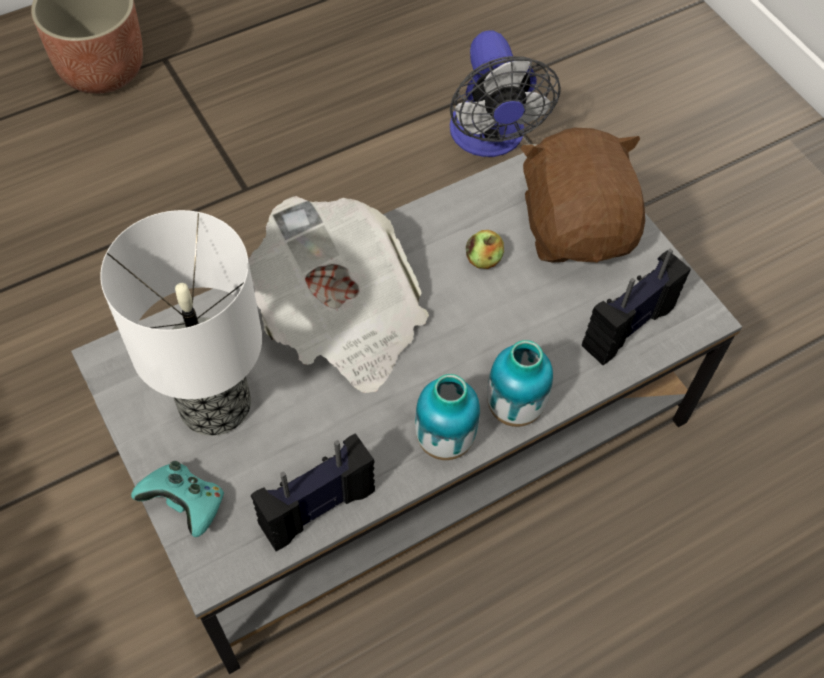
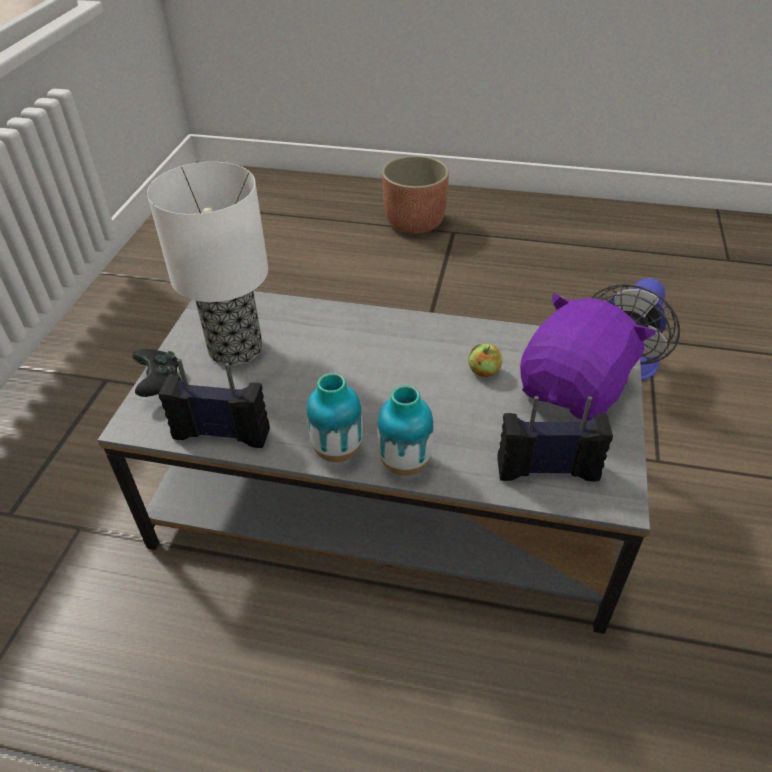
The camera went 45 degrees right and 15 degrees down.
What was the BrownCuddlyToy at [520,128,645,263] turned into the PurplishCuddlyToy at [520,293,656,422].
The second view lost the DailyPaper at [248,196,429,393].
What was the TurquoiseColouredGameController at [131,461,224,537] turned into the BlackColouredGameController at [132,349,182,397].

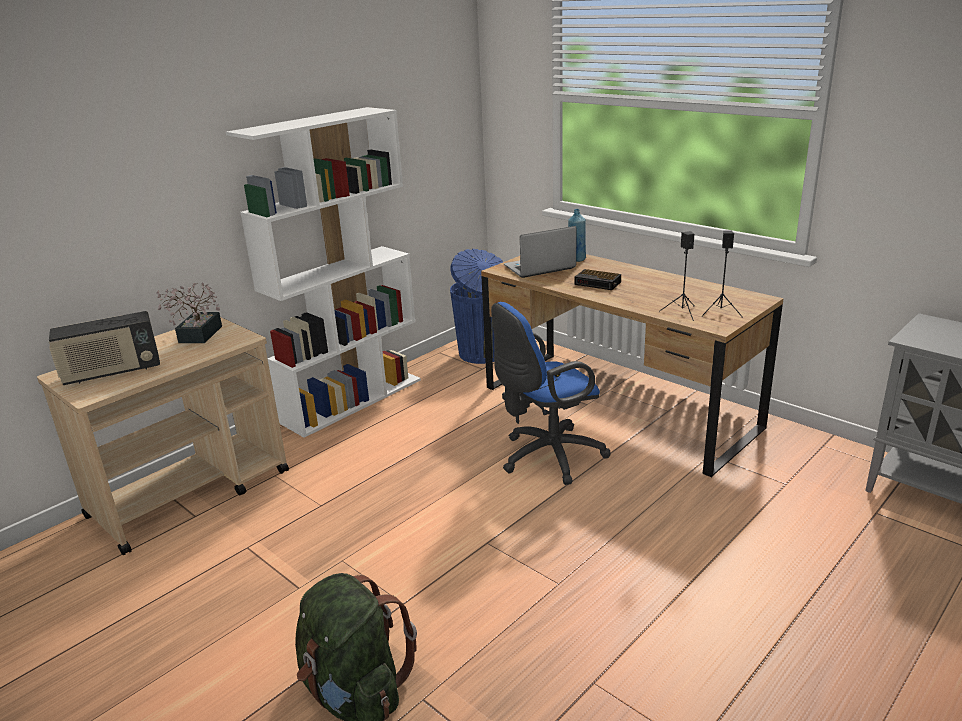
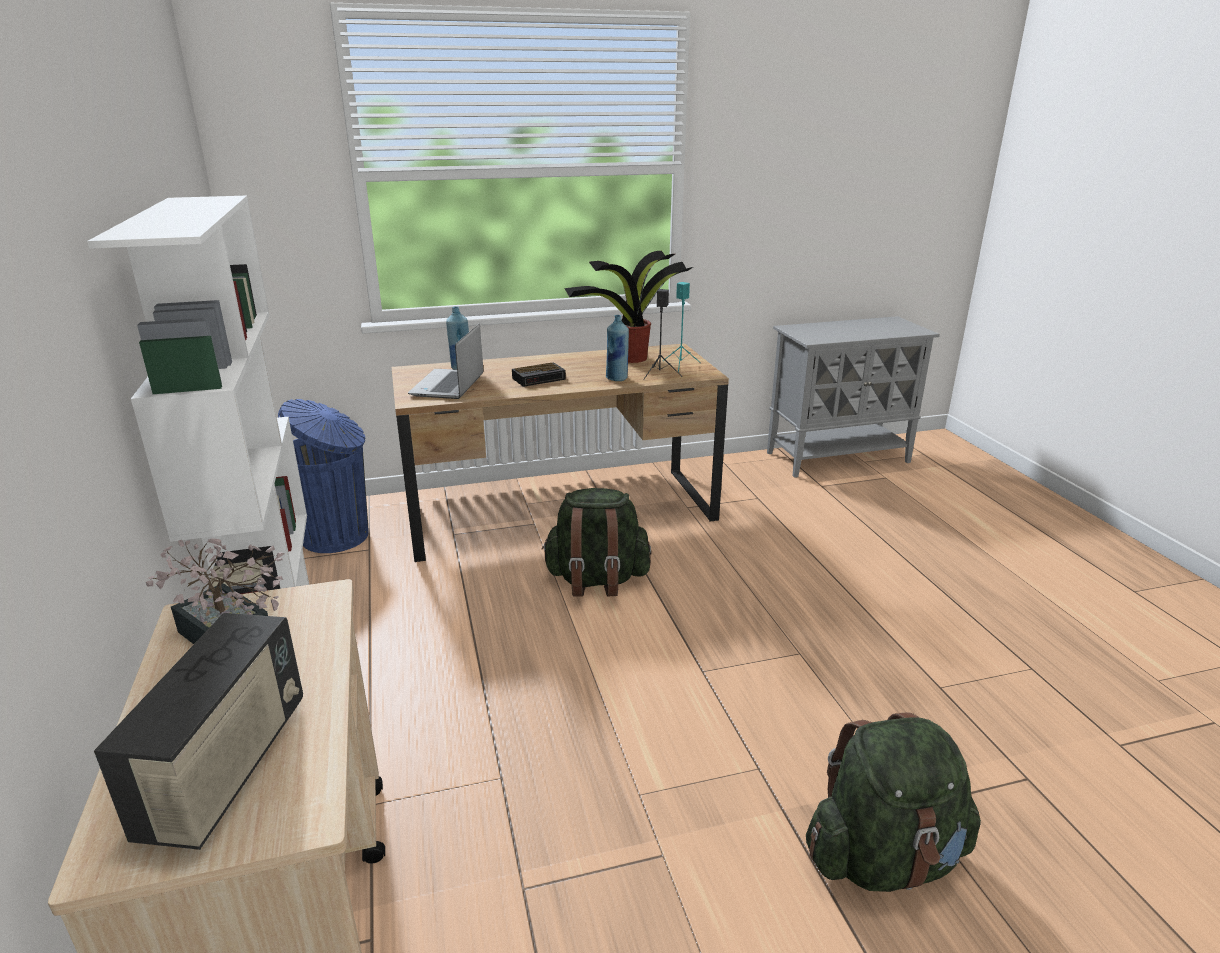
The camera went 60 degrees left and 0 degrees up.
What was the BlackColouredAudioSpeaker at [701,231,743,318] turned into the TurquoiseColouredAudioSpeaker at [663,282,701,372].
Where the BlueColouredOfficeChair stood at [491,302,611,485], the GreenishBackpack came to stand at [541,488,652,597].
The second view gained the PlantInAPot at [564,251,693,363].
The second view gained the BlueColouredBottle at [606,315,629,381].

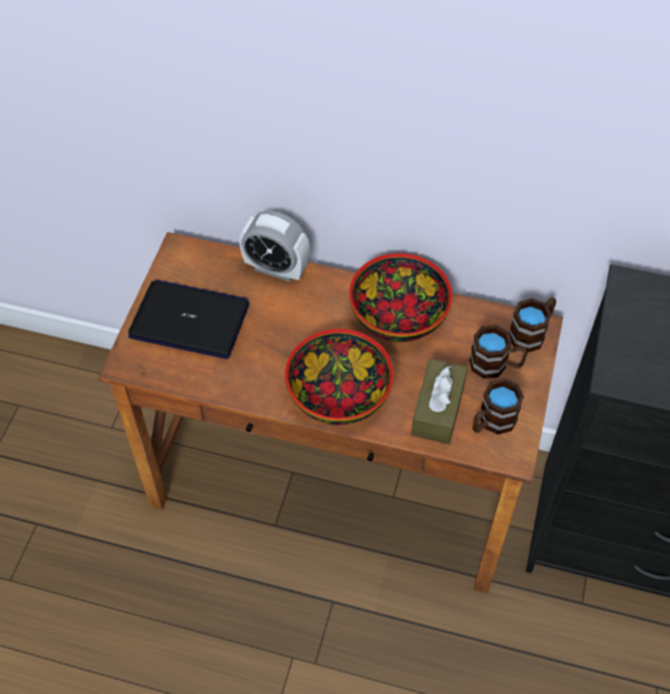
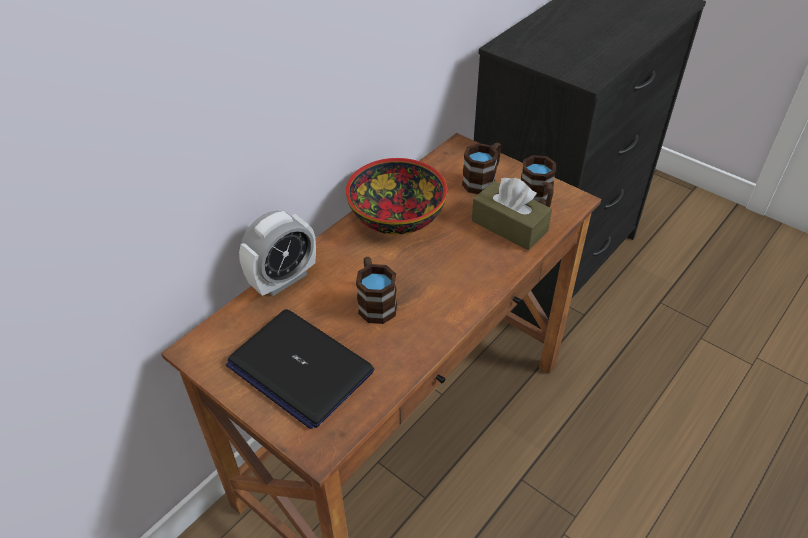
The camera went 65 degrees left and 10 degrees down.
The Laptop at [128,279,250,359] ended up facing another way, 90 degrees counterclockwise from before.
The BrownMug ended up elsewhere, having gone from [509,297,556,353] to [356,257,397,324].
The second view lost the ServingBowl at [285,329,394,425].

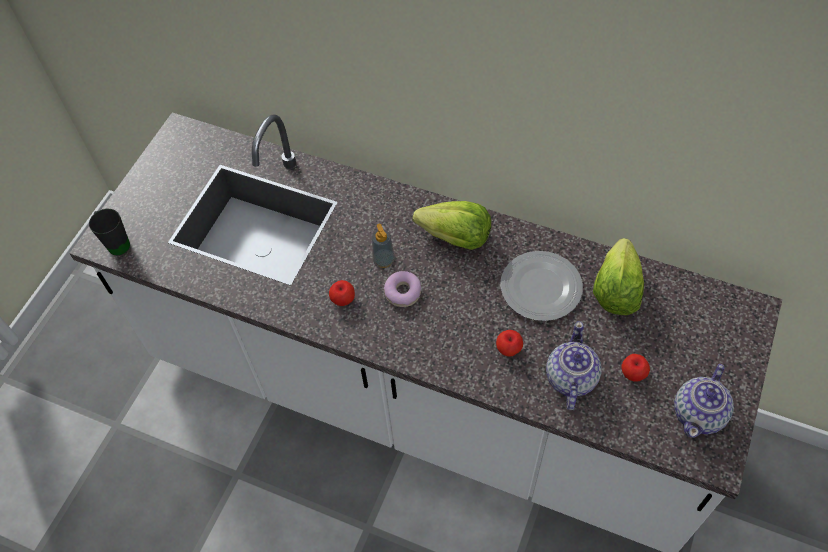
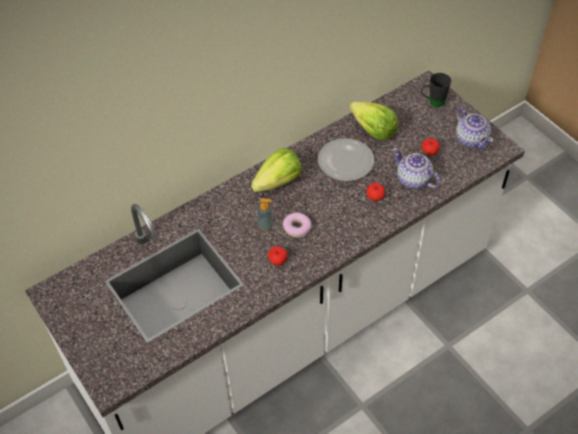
The camera went 60 degrees left and 5 degrees down.
The BlackColouredMug ended up elsewhere, having gone from [89,209,130,255] to [421,73,451,107].

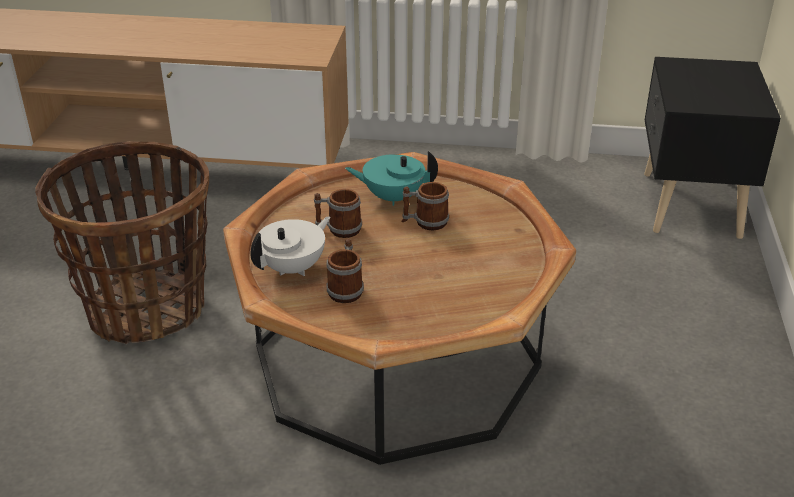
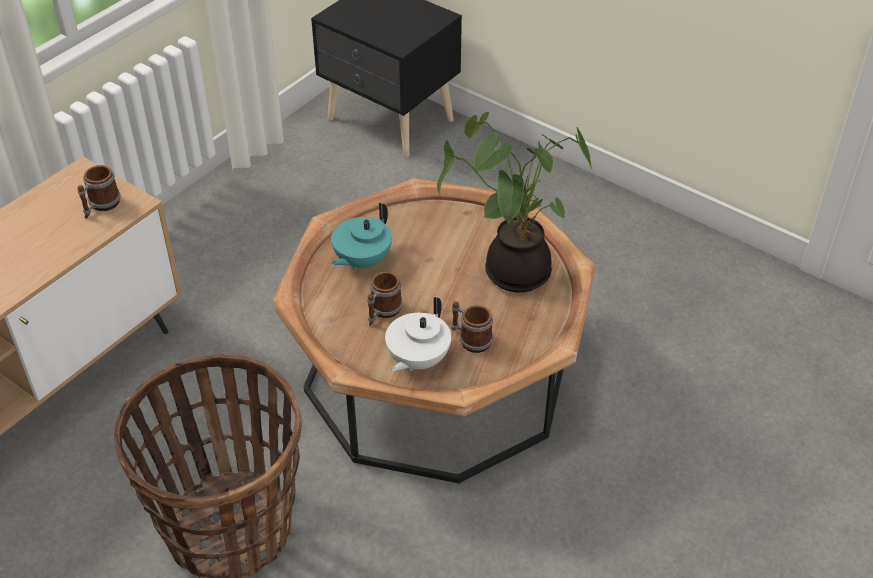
The camera went 60 degrees left and 10 degrees up.
The Mug ended up elsewhere, having gone from [402,182,449,231] to [77,165,121,219].
The WhiteTeapot at [250,216,331,276] ended up facing another way, 135 degrees counterclockwise from before.
The second view gained the PlantInAPot at [437,112,592,292].

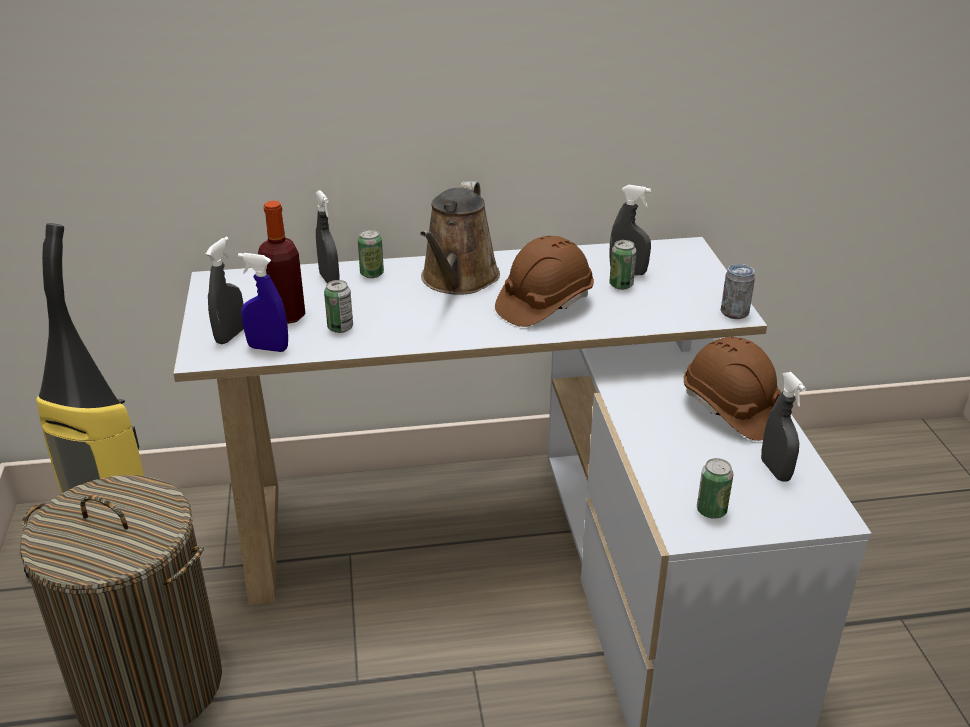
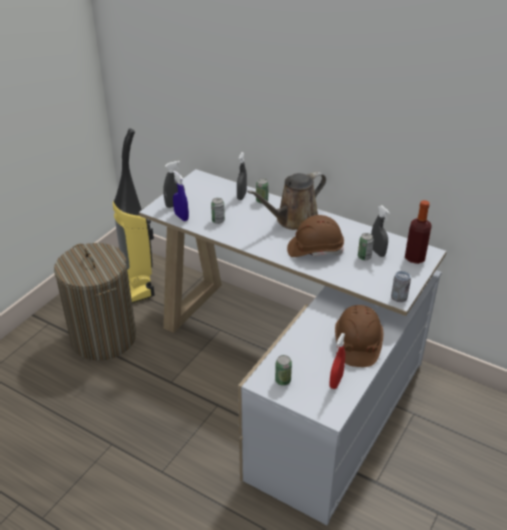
The camera went 40 degrees right and 5 degrees up.
The Bottle ended up elsewhere, having gone from [258,201,305,324] to [405,200,432,264].
What was the GreyishSprayer at [761,372,806,482] turned into the RedSprayer at [329,333,345,389].

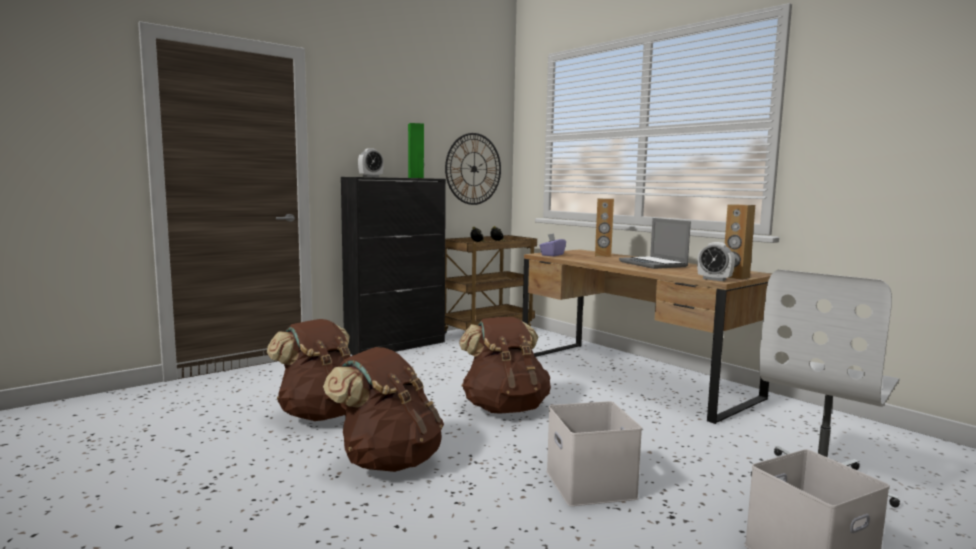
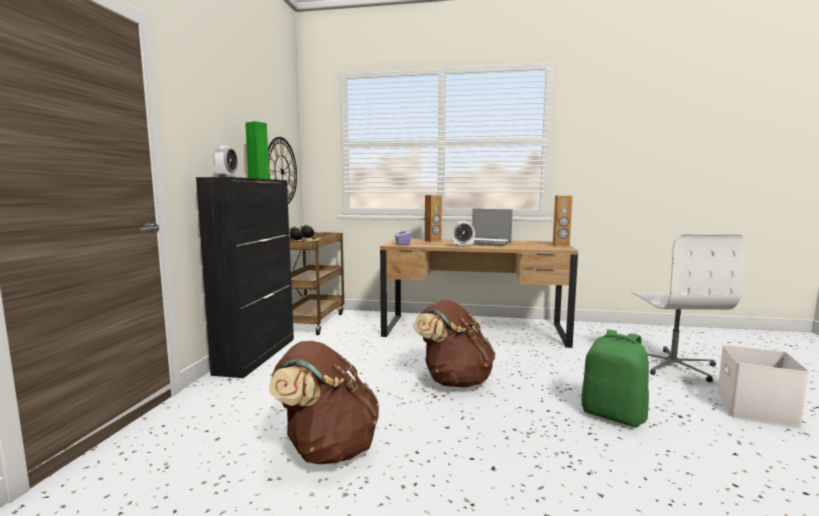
The camera went 40 degrees left and 0 degrees up.
The TableClock ended up elsewhere, having gone from [697,242,735,281] to [451,221,475,247].
The second view lost the BrownBackpack at [323,347,444,472].
Where the WhiteStorageBox stood at [546,401,642,506], the GreenishBackpack came to stand at [581,330,649,427].

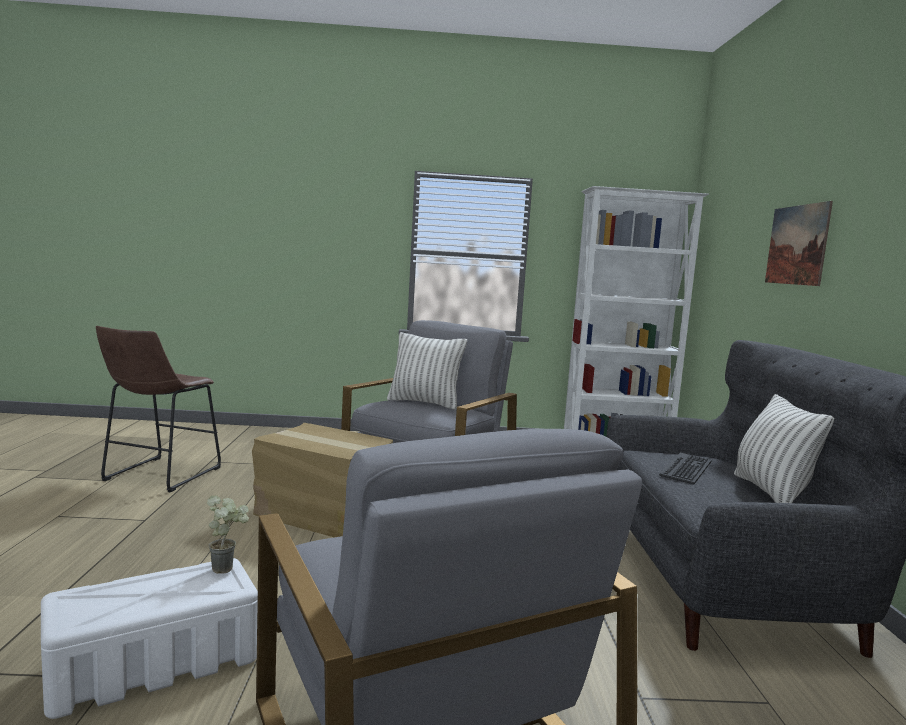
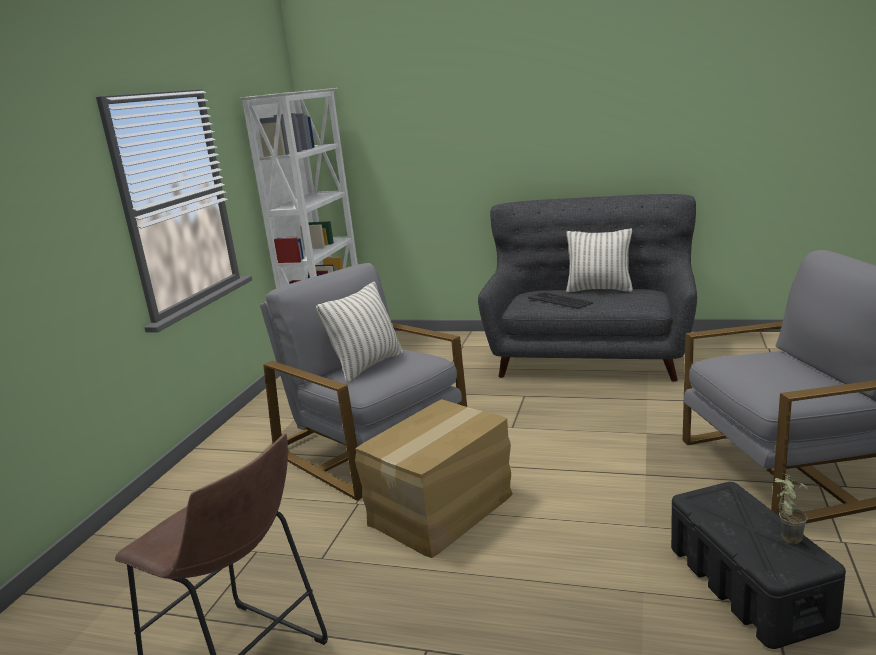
The camera went 70 degrees left and 10 degrees up.
The second view lost the Picture at [765,201,833,286].
The PlantInAPot ended up elsewhere, having gone from [207,495,249,574] to [775,472,808,544].
What was the WhiteStorageBox at [41,558,258,719] turned into the BlackColouredStorageBox at [671,482,846,649].

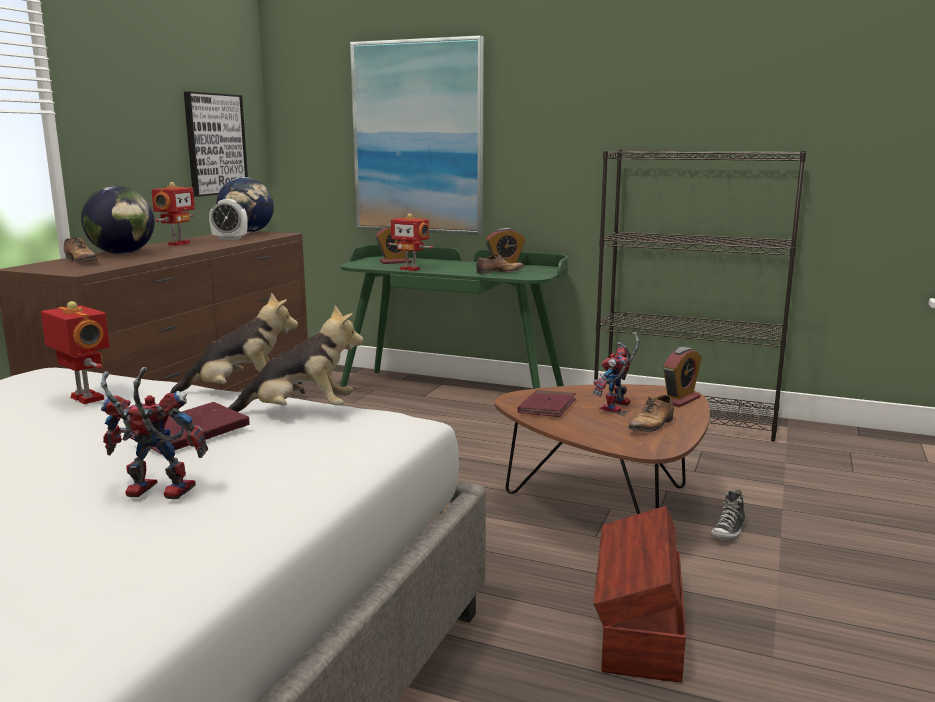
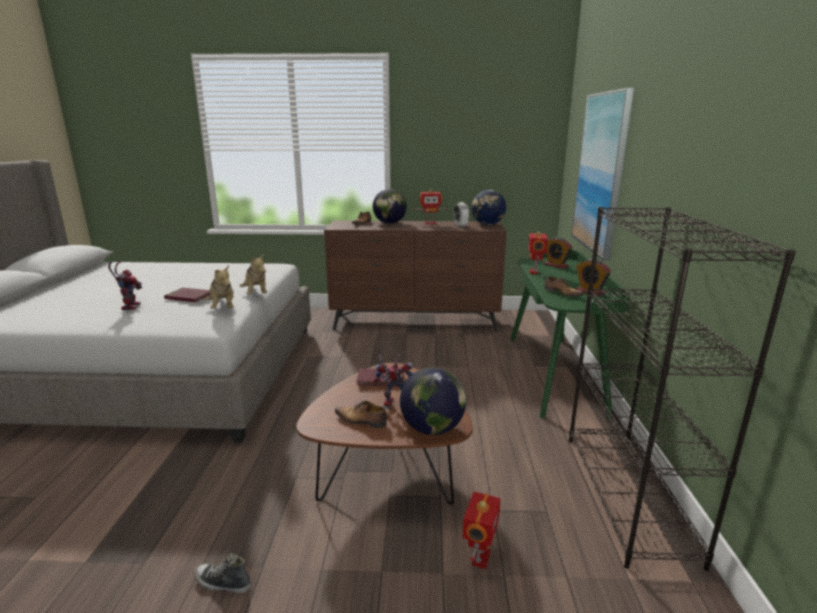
The camera went 70 degrees right and 5 degrees up.
The second view lost the Picture at [184,91,248,197].
The ToyRobot ended up elsewhere, having gone from [41,301,110,404] to [463,492,501,569].
Where the TableClock stood at [663,347,702,407], the WorldGlobe came to stand at [400,367,466,435].
The LowShoe ended up elsewhere, having gone from [711,489,745,541] to [194,553,251,593].
The second view lost the BrownStorageBox at [594,506,686,683].

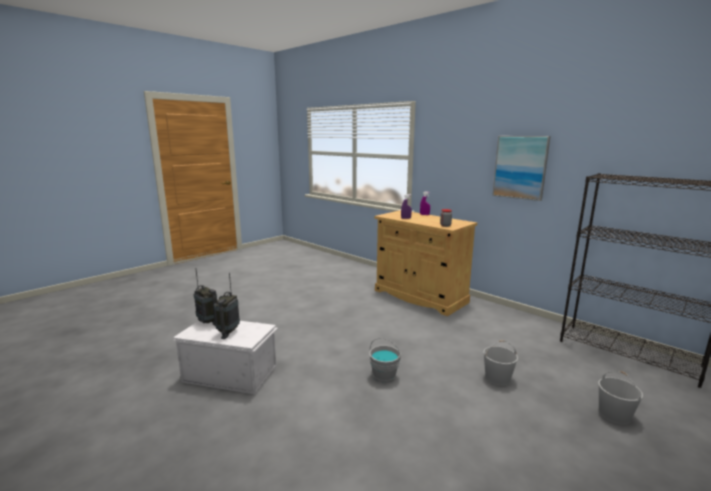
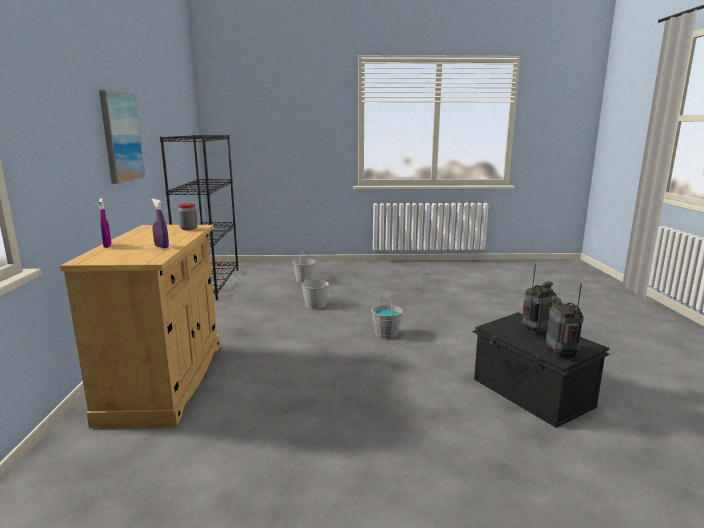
The camera went 135 degrees left and 0 degrees up.
What was the WhiteStorageBox at [173,321,278,394] turned into the BlackColouredStorageBox at [472,312,610,428].

